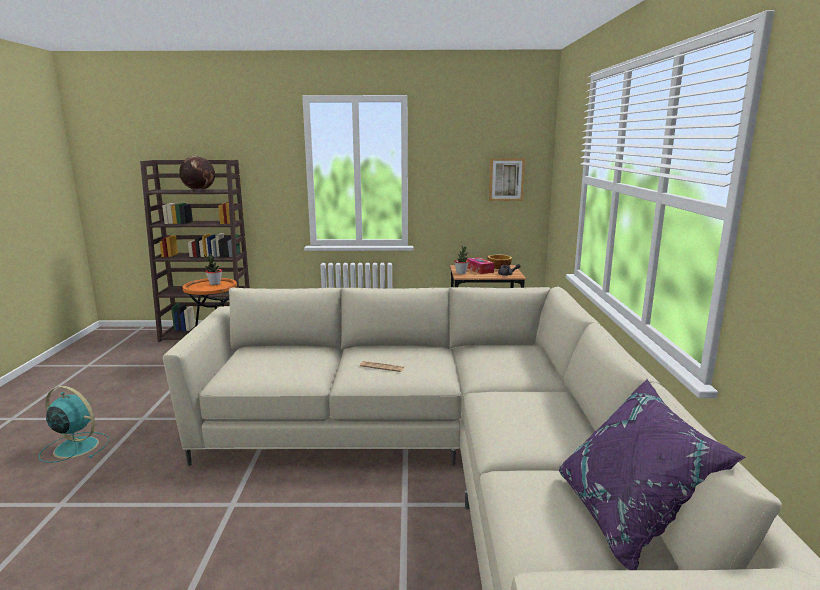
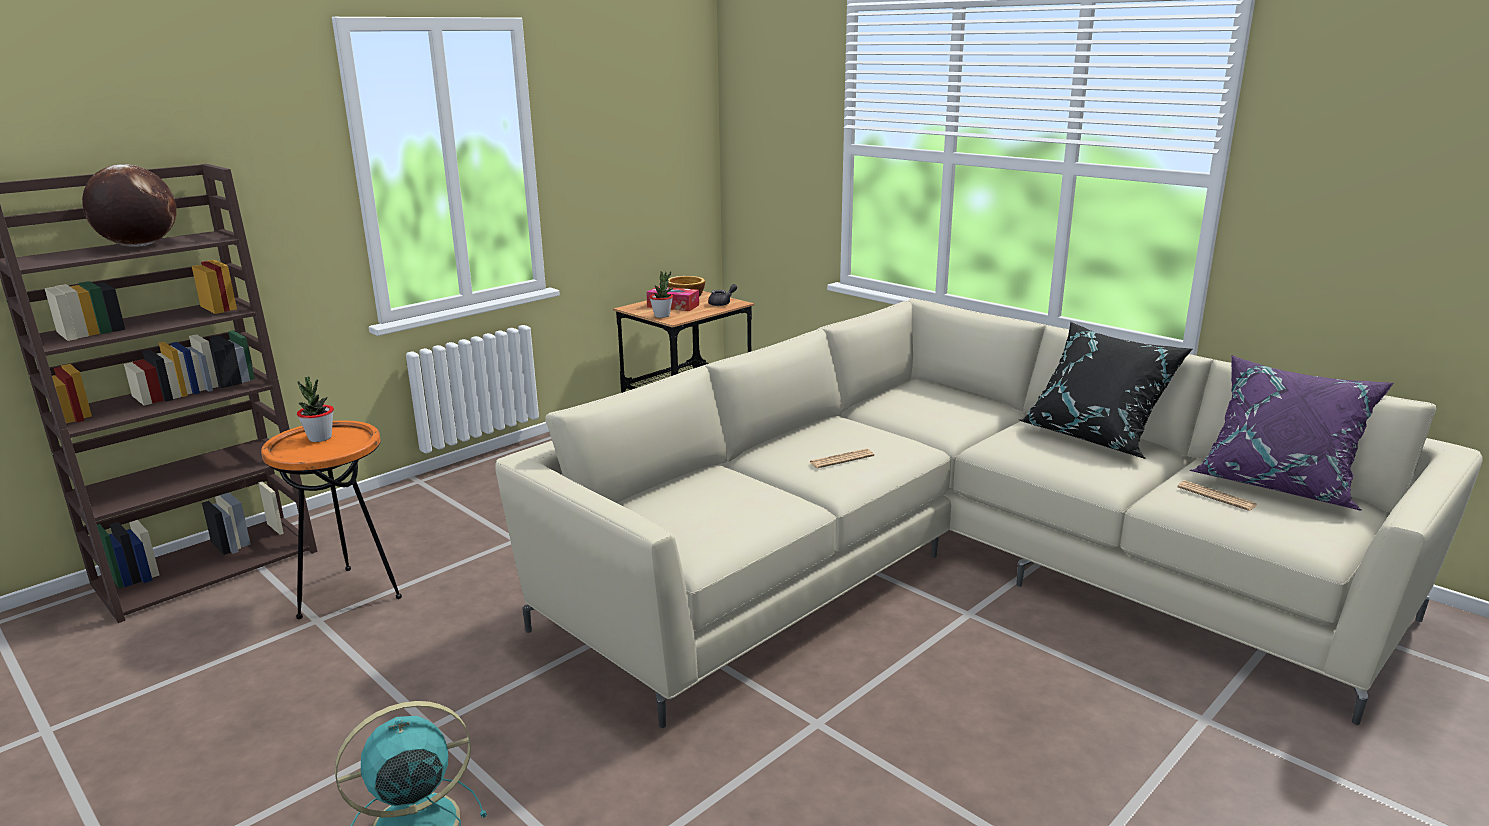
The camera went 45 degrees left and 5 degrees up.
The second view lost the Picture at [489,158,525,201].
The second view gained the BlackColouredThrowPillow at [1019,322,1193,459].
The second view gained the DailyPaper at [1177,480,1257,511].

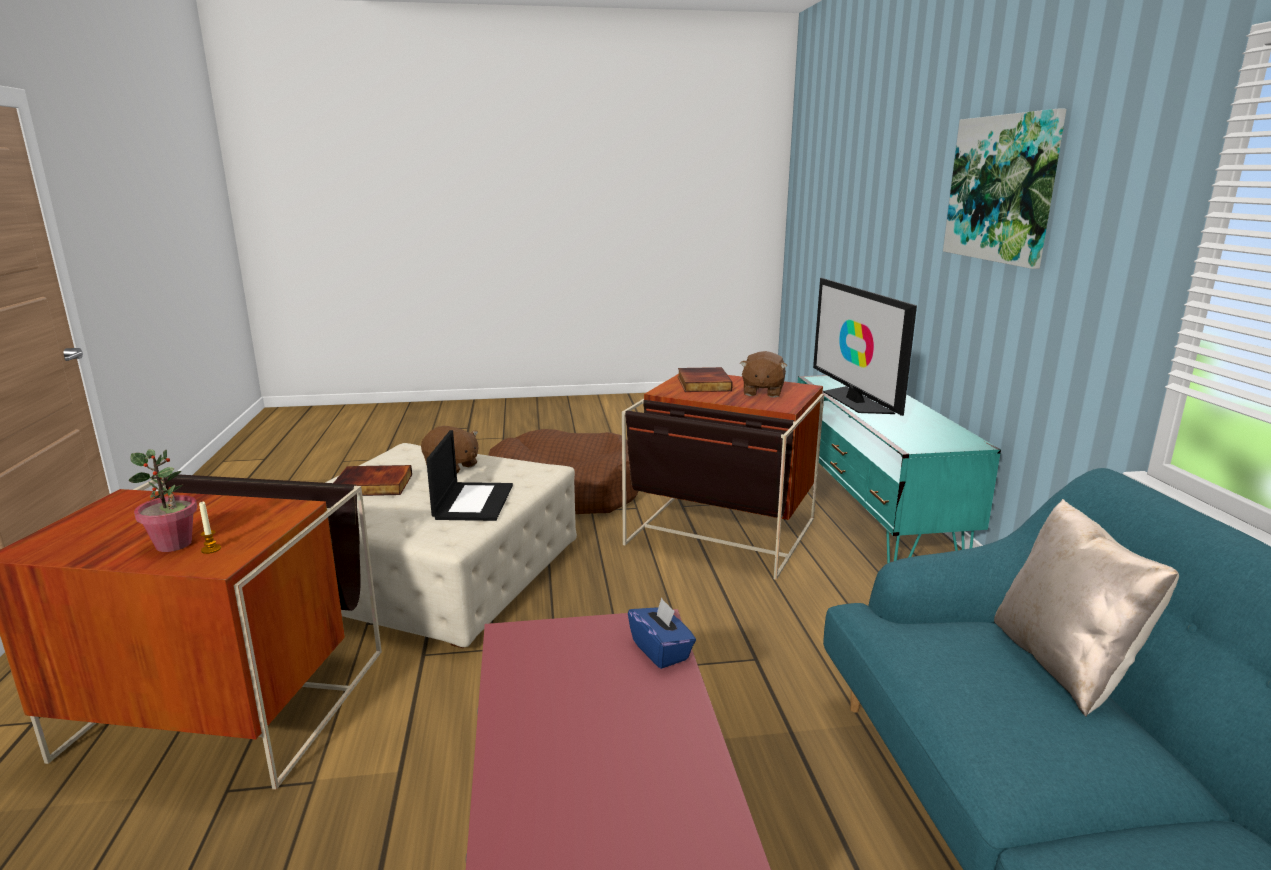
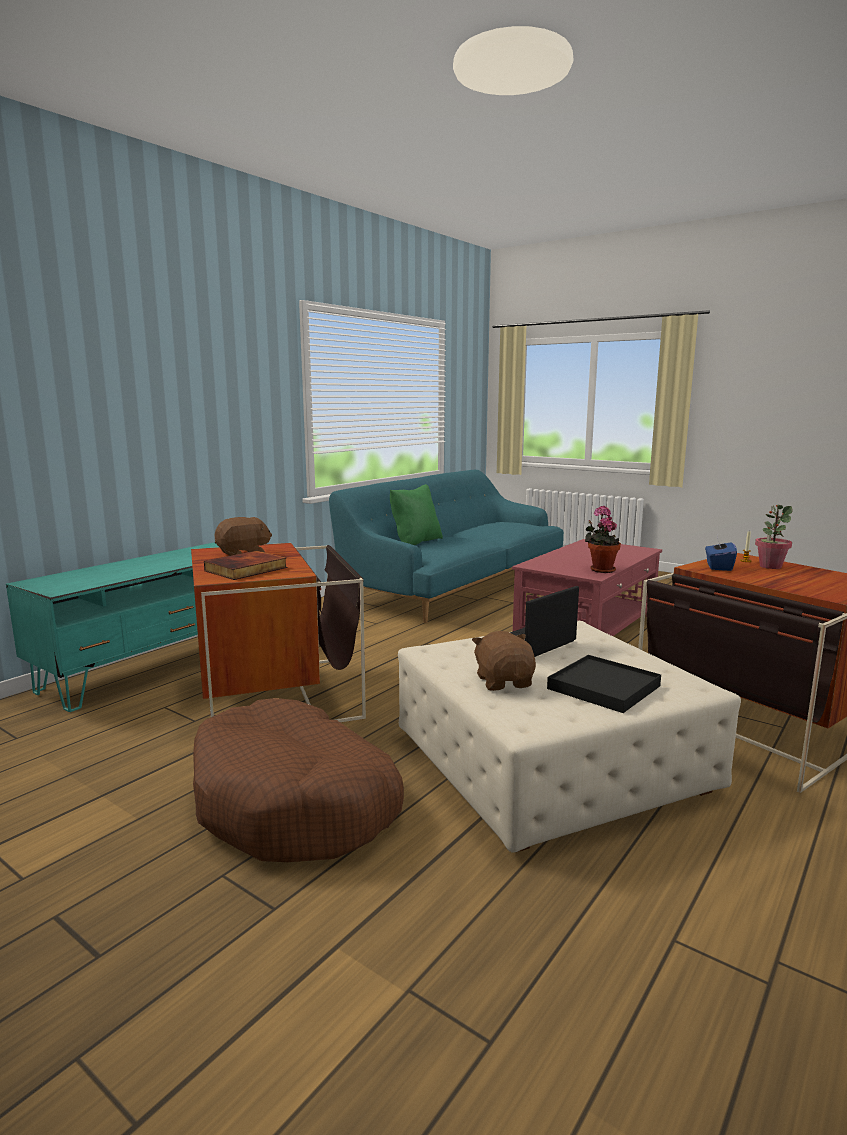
The camera went 135 degrees left and 5 degrees down.
The second view lost the Picture at [943,109,1067,269].
The second view lost the TvSet at [813,278,917,416].
Where the Book stood at [334,465,412,496], the BlackColouredCarryingTray came to stand at [547,655,661,713].
What was the BeigeColouredThrowPillow at [994,499,1179,716] turned into the GreenishThrowPillow at [390,484,443,545].
The BlueColouredBoxOfTissues ended up elsewhere, having gone from [628,597,696,669] to [705,536,737,571].
The second view gained the PlantInAPot at [585,506,621,573].

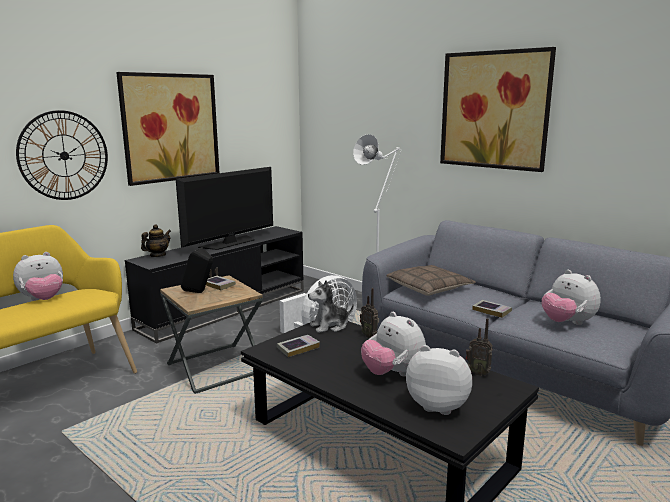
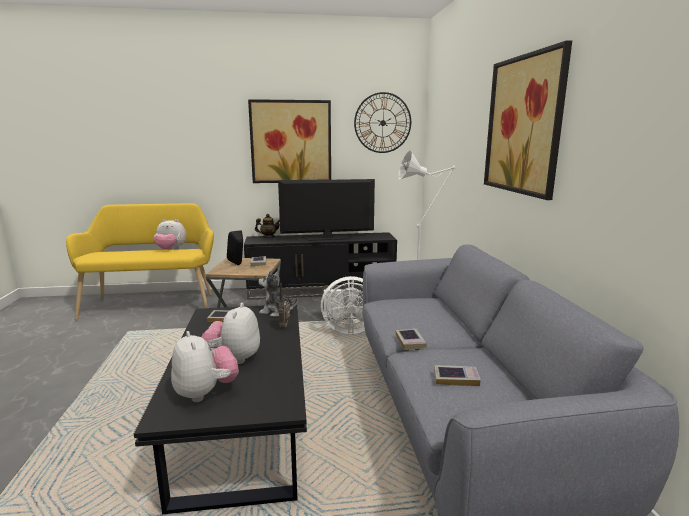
The camera went 40 degrees right and 0 degrees up.
The HangingClock ended up elsewhere, having gone from [16,110,108,200] to [354,92,411,153].
The second view lost the ThrowPillow at [386,265,476,296].
Where the CuddlyToy stood at [542,270,601,325], the Book came to stand at [434,365,481,386].
The second view lost the RadioSet at [466,318,493,376].

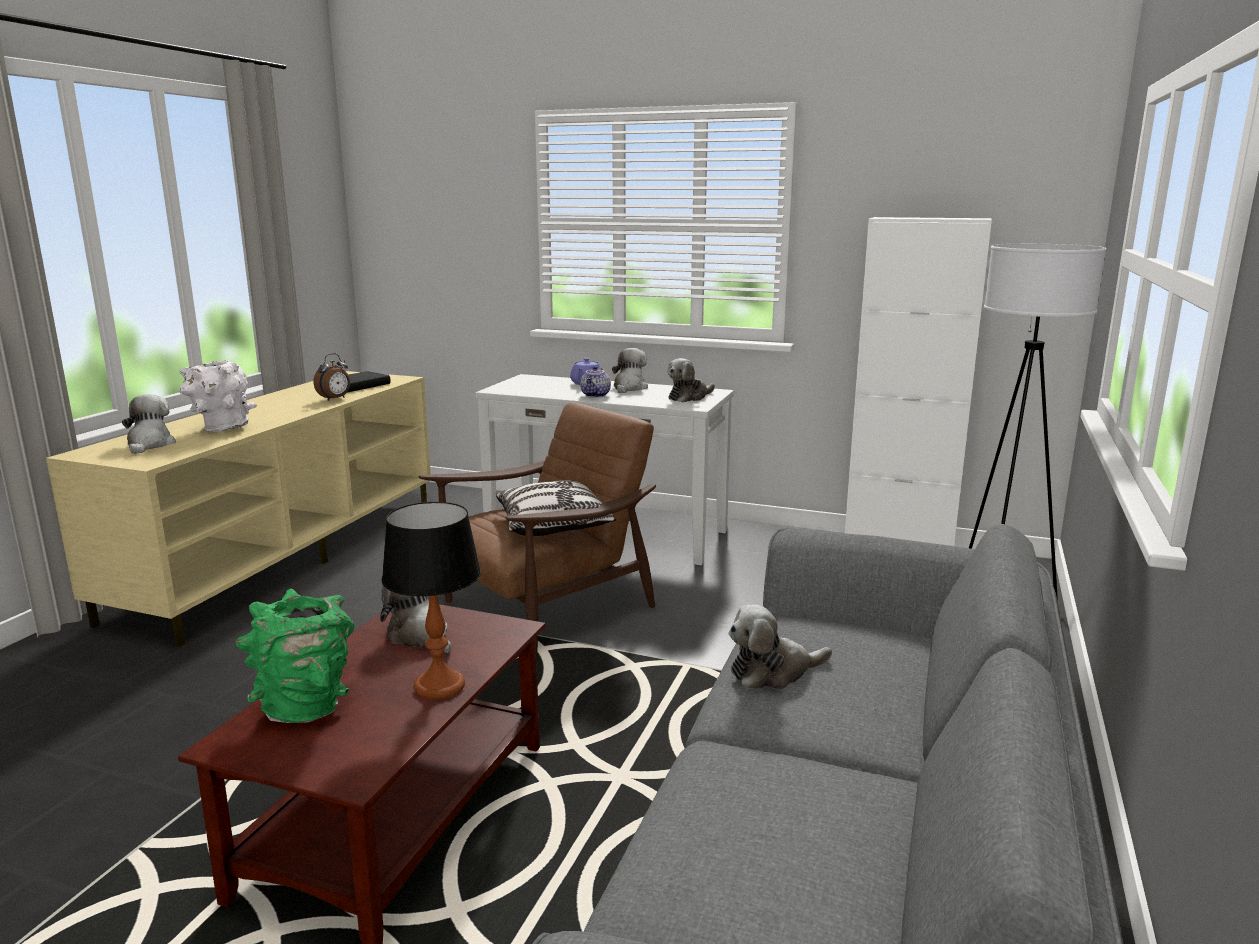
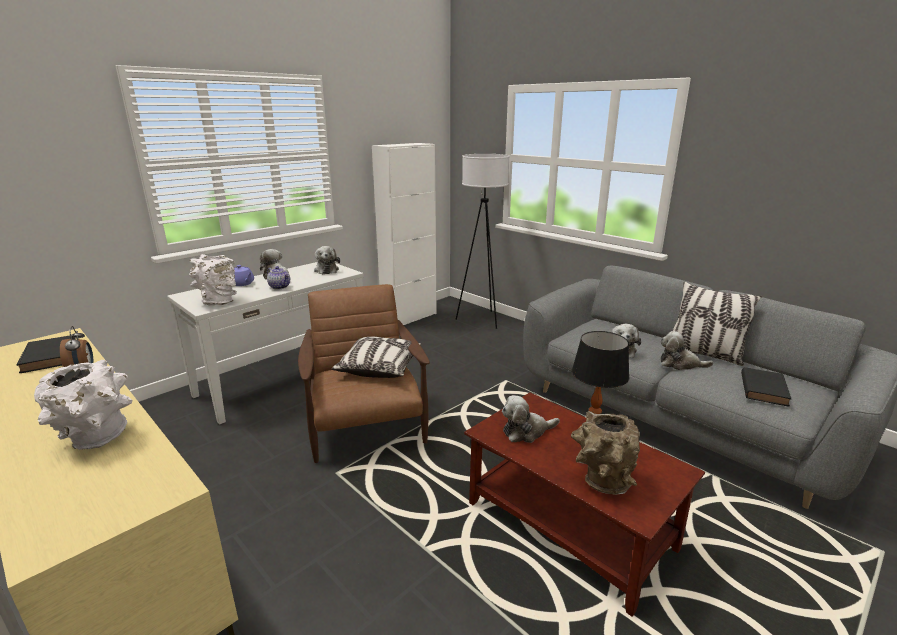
The camera went 65 degrees left and 5 degrees up.
The CuddlyToy ended up elsewhere, having gone from [122,394,176,454] to [660,331,713,370].
What was the GreenishVase at [235,588,355,723] turned into the BrownVase at [571,411,640,495].
The second view gained the WhiteVase at [189,254,237,306].
The second view gained the ThrowPillow at [673,281,762,366].
The second view gained the BlackColouredBook at [741,367,791,406].

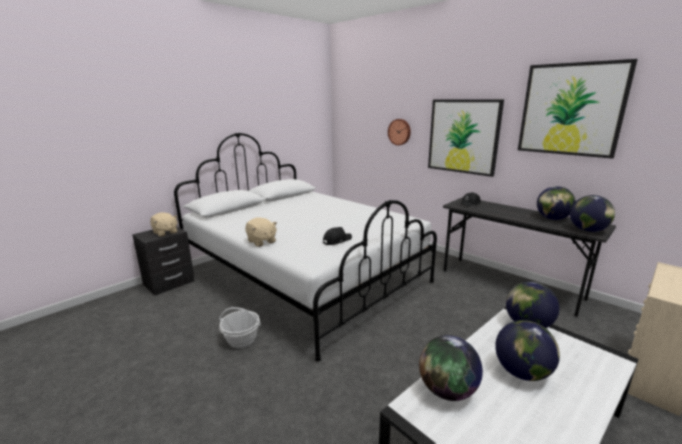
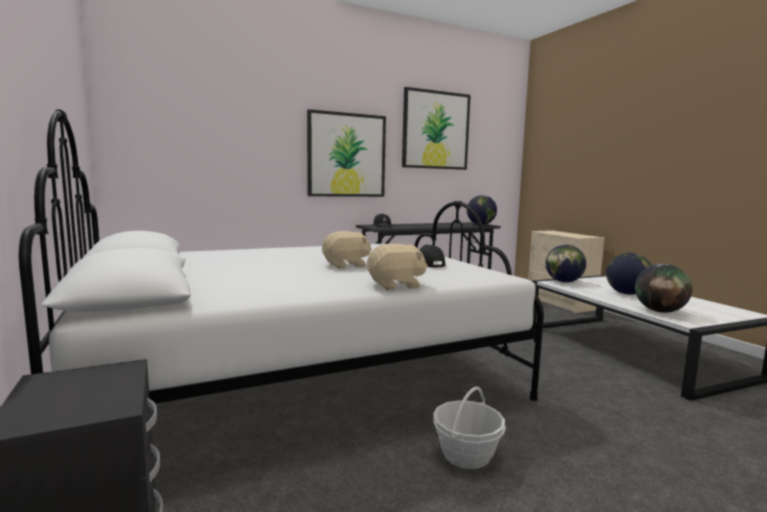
The camera went 70 degrees left and 10 degrees down.
The second view lost the HangingClock at [388,119,411,145].
The second view lost the WorldGlobe at [537,186,576,220].
The BeigeColouredCuddlyToy ended up elsewhere, having gone from [150,212,178,237] to [322,231,372,268].

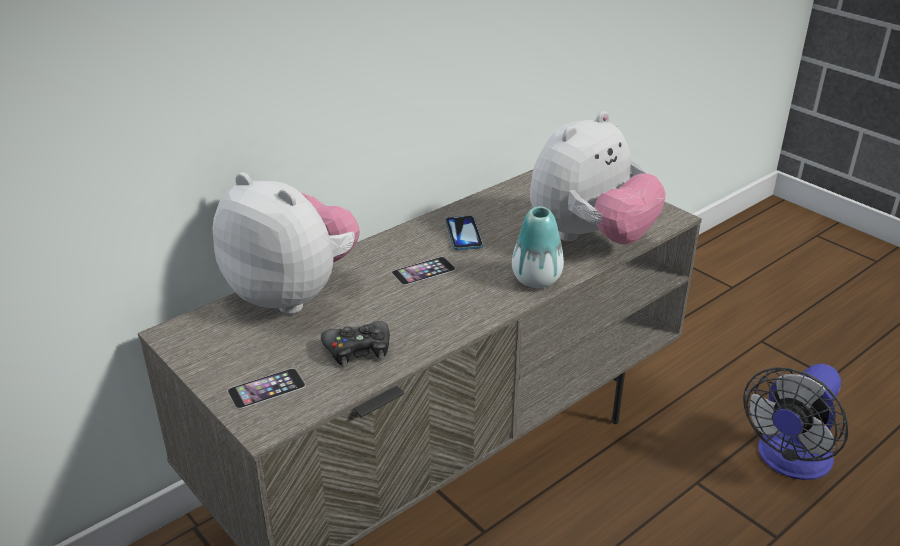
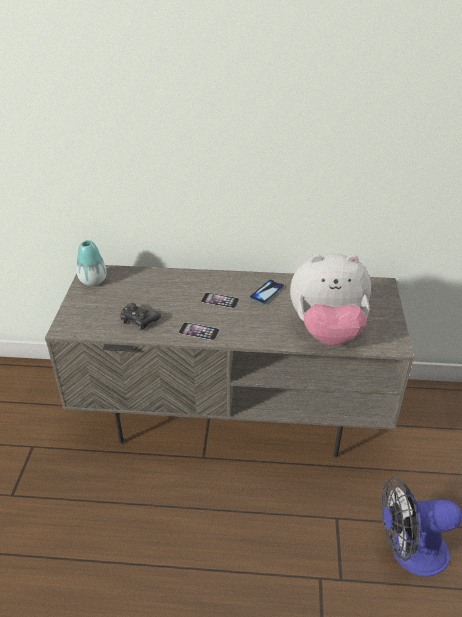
The camera went 45 degrees right and 5 degrees up.
The second view lost the CuddlyToy at [212,172,360,314].
The Vase ended up elsewhere, having gone from [512,206,564,288] to [76,240,107,286].
The Handset ended up elsewhere, having gone from [228,368,306,409] to [178,322,220,340].

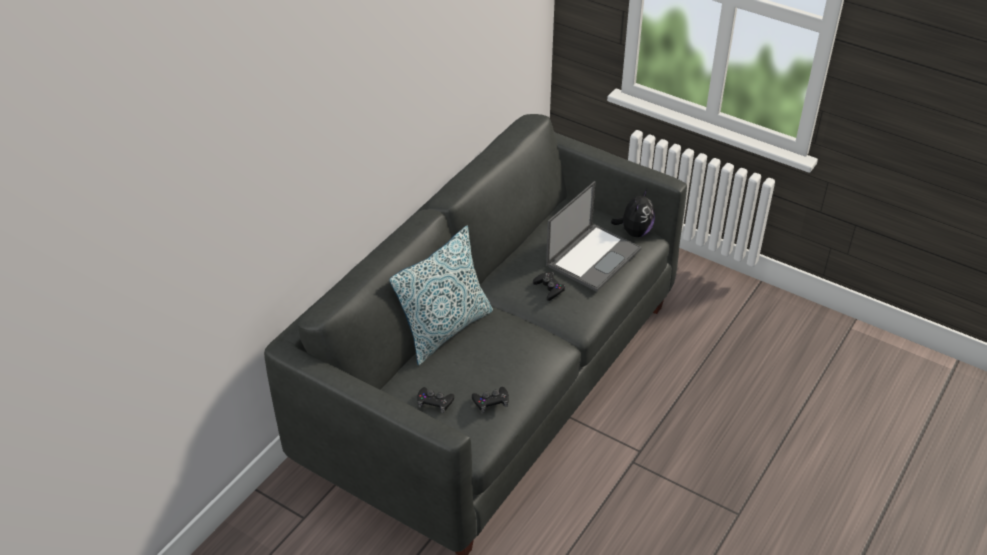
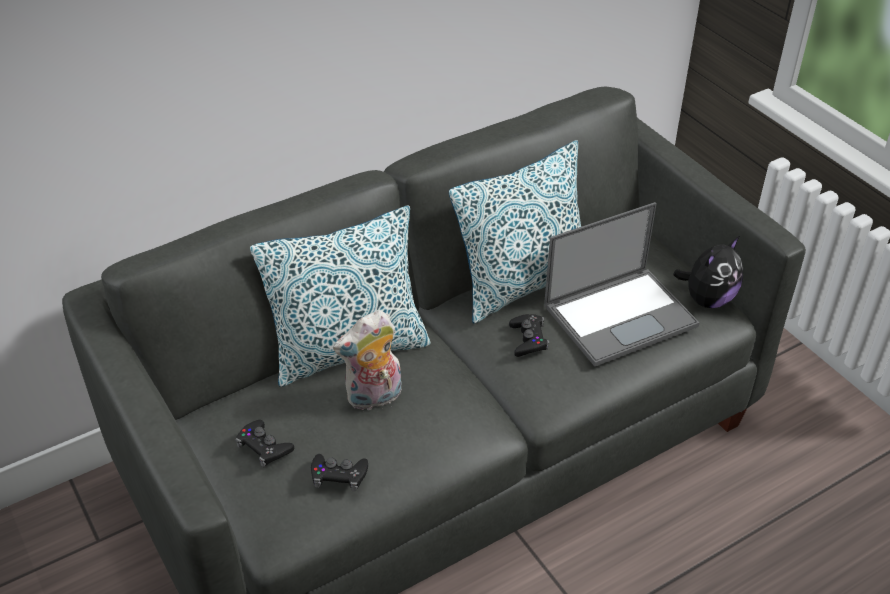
The camera went 25 degrees right and 0 degrees up.
The second view gained the ThrowPillow at [449,140,581,323].
The second view gained the CuddlyToy at [333,311,401,412].

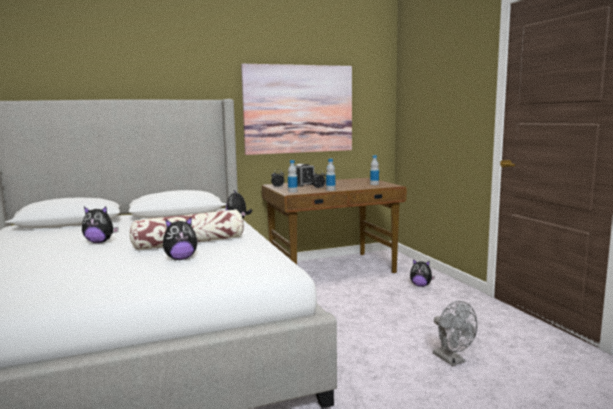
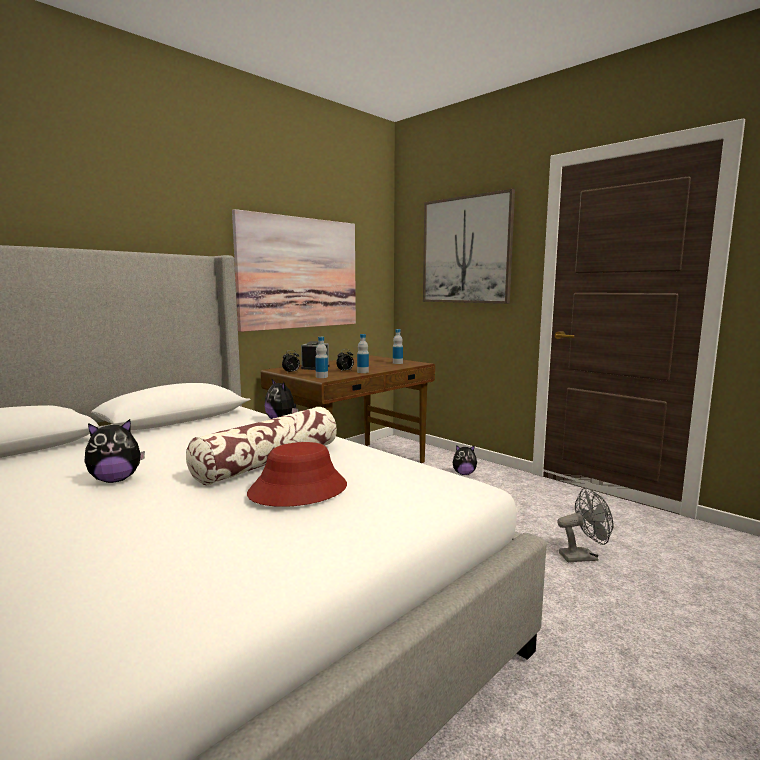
The camera went 25 degrees left and 0 degrees up.
Where the CuddlyToy stood at [163,217,198,260], the RedClothingHat came to stand at [247,442,347,507].
The GreyishElectricFan at [433,301,477,366] ended up facing another way, 45 degrees counterclockwise from before.
The second view gained the Picture at [423,189,515,304].

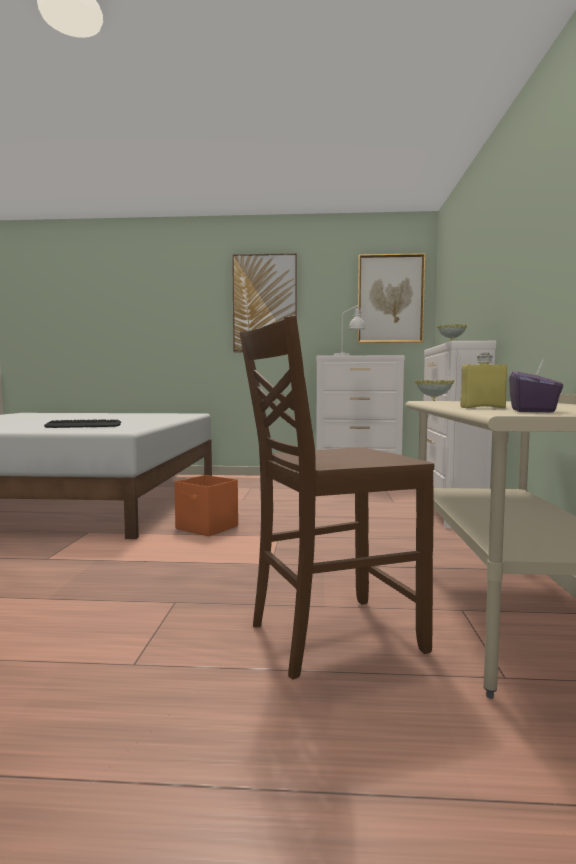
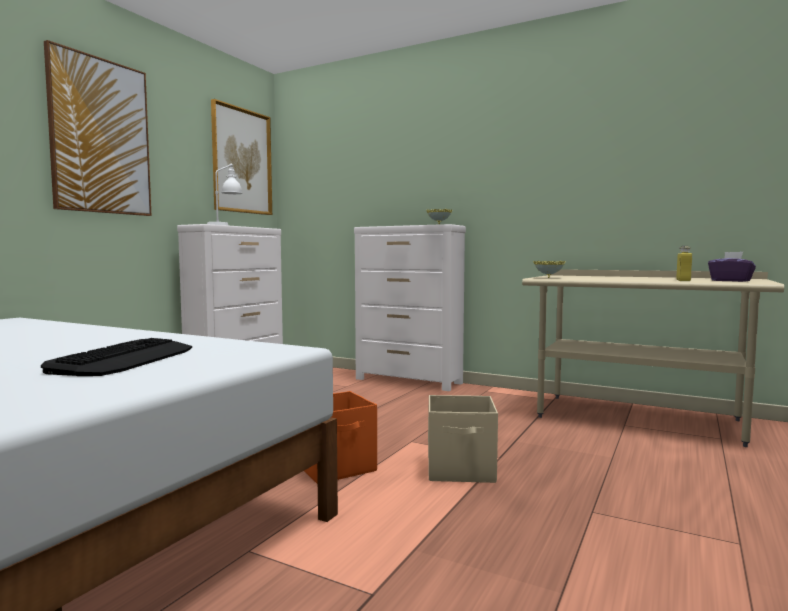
The camera went 65 degrees left and 0 degrees up.
The second view lost the BrownChair at [240,316,434,679].
The second view gained the BeigeColouredStorageBox at [428,395,498,483].

